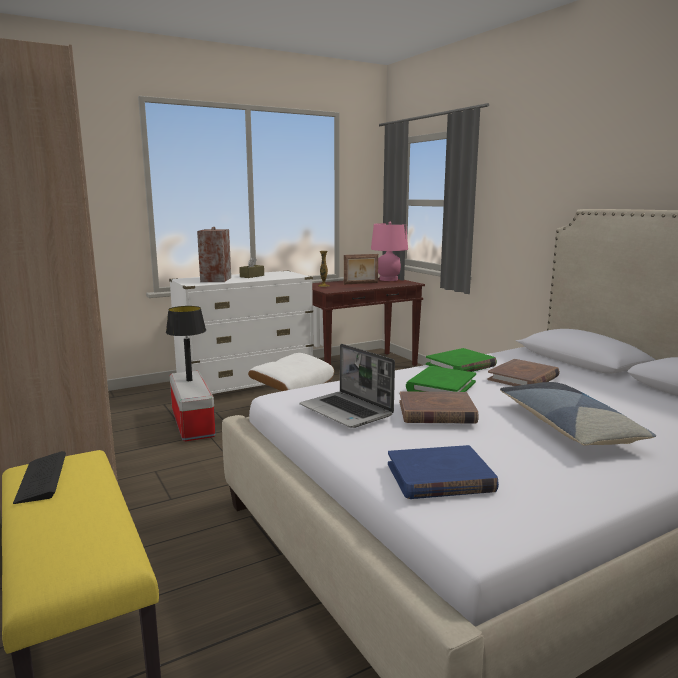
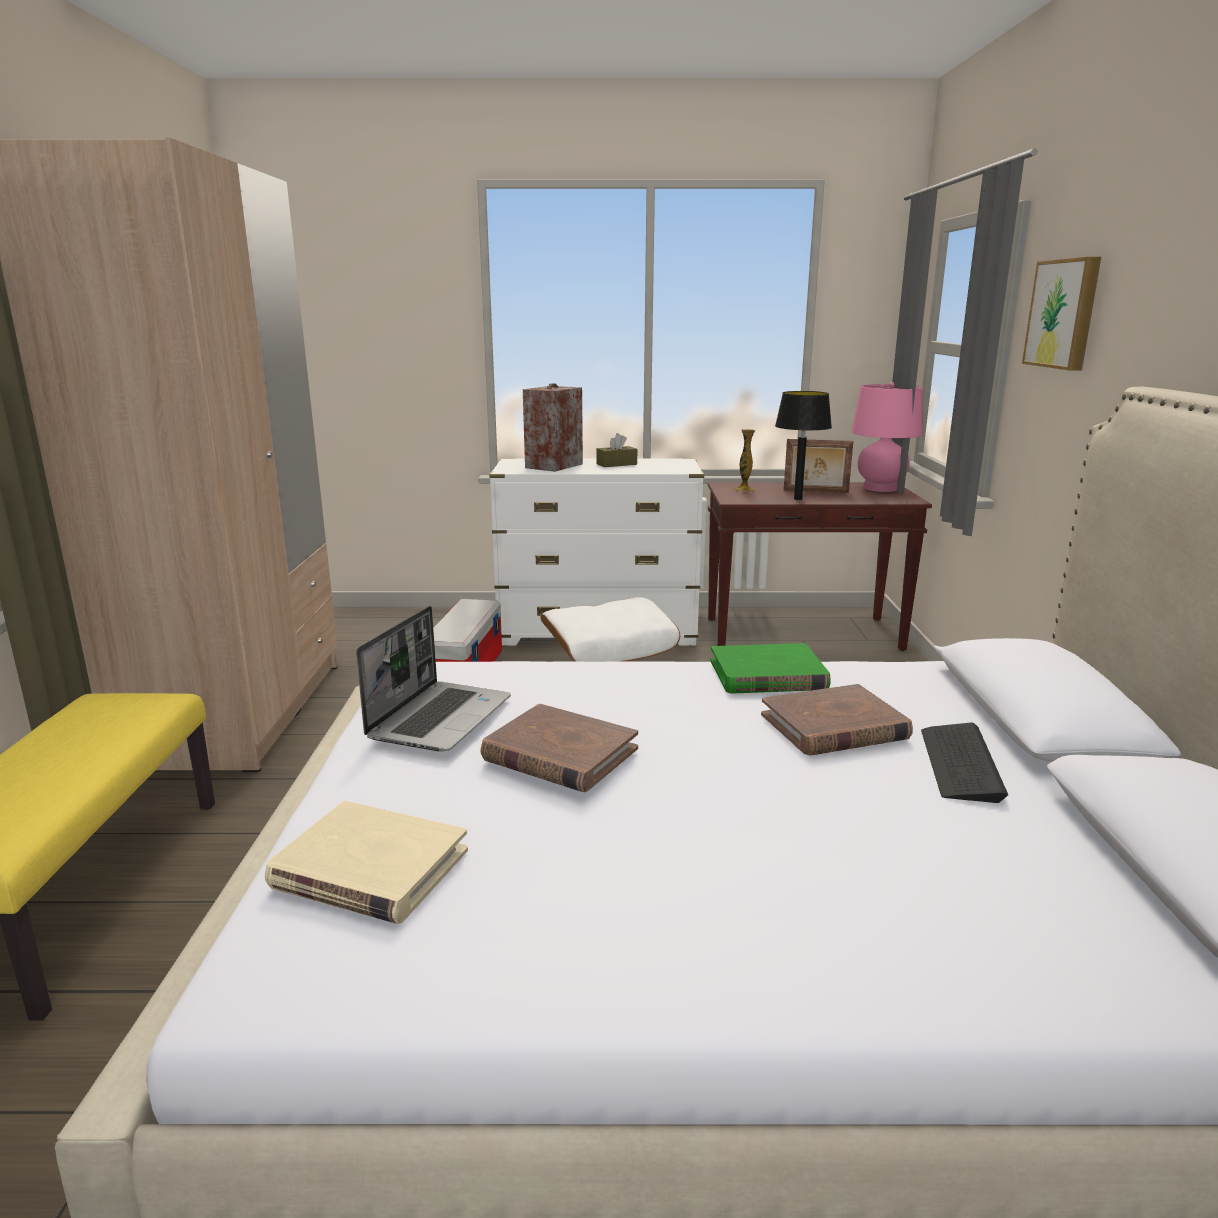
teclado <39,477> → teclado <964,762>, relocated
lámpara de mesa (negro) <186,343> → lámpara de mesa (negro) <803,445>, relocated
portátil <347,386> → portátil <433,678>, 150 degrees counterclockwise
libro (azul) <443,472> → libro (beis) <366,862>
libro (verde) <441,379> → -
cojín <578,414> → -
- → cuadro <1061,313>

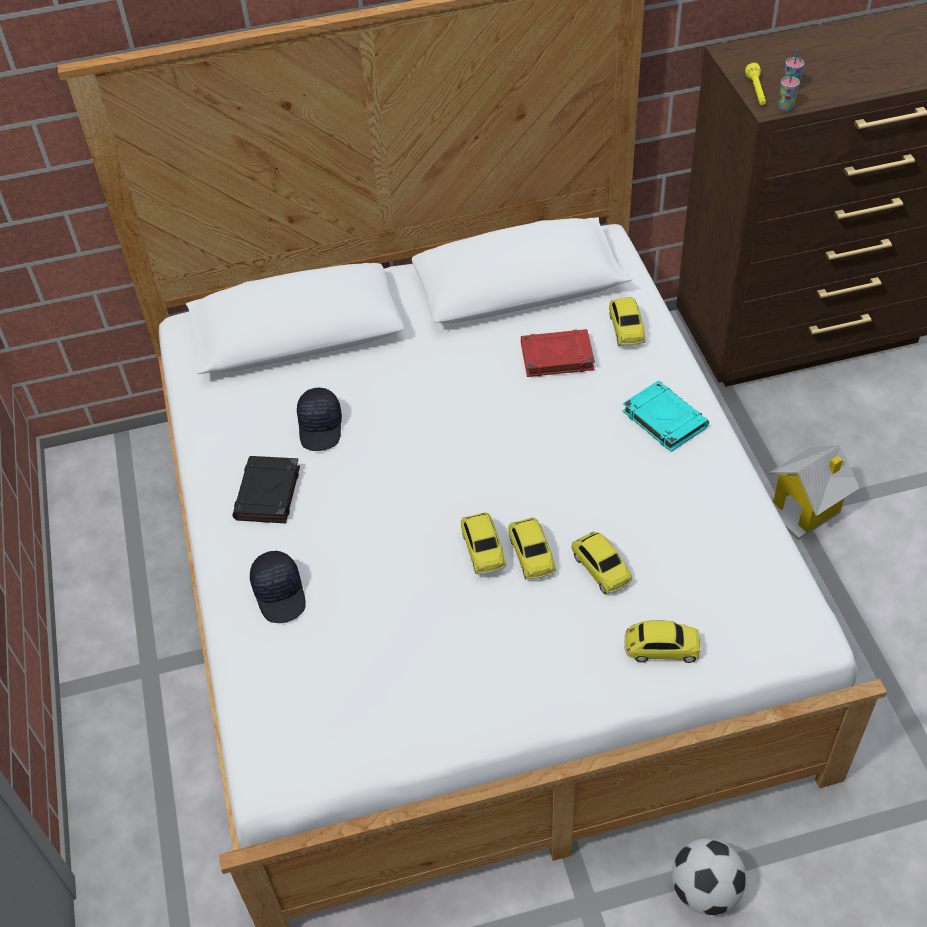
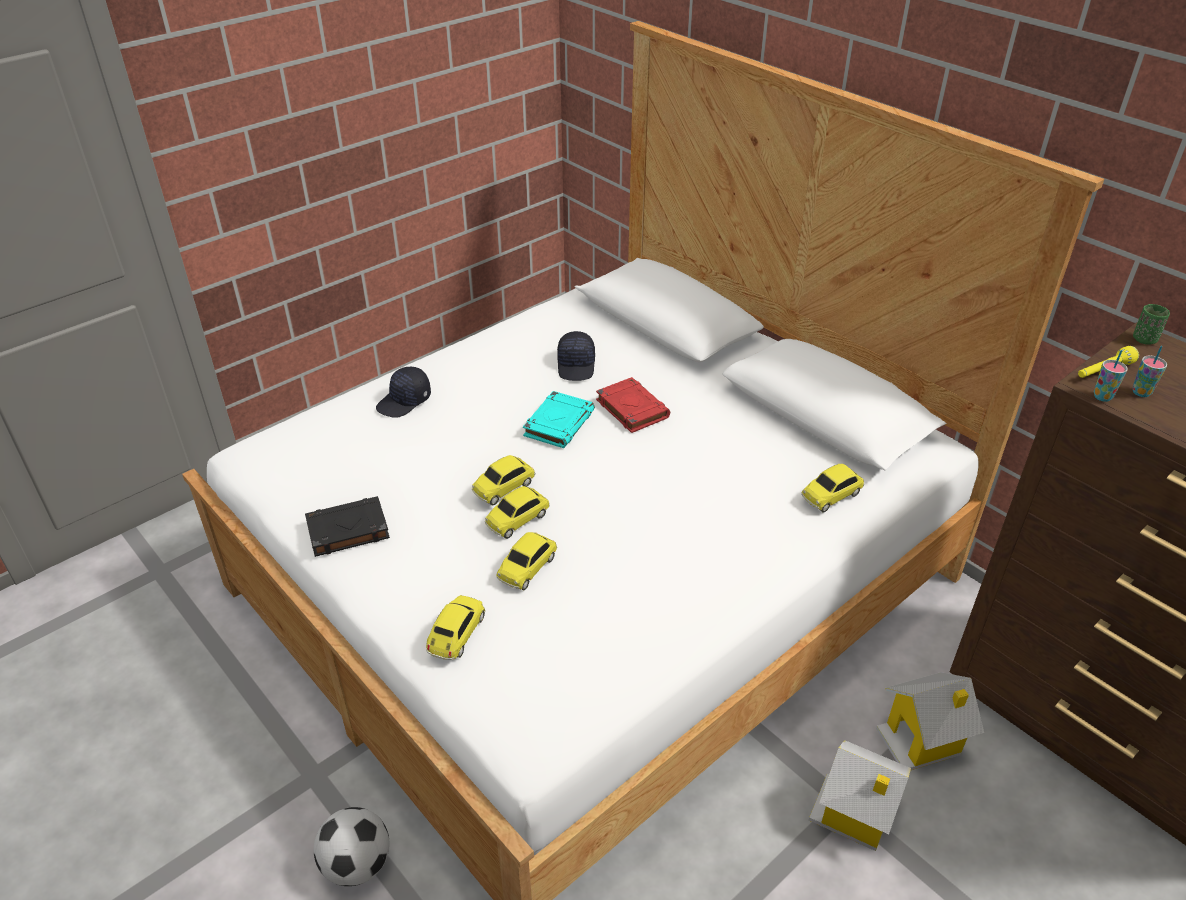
libro (negro) <266,489> → libro (negro) <347,526>, relocated
gorra (negro) <319,419> → gorra (negro) <576,356>, 60 degrees counterclockwise
libro (rojo) <558,353> → libro (rojo) <633,405>, relocated
libro (turquesa) <665,416> → libro (turquesa) <559,419>, relocated
coche de juguete <662,641> → coche de juguete <455,627>, 135 degrees counterclockwise
- → casita <930,721>
- → taza (verde) <1151,324>

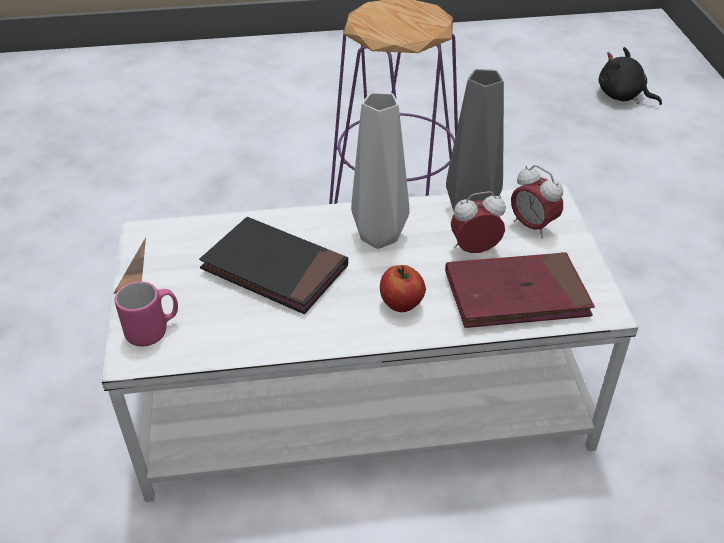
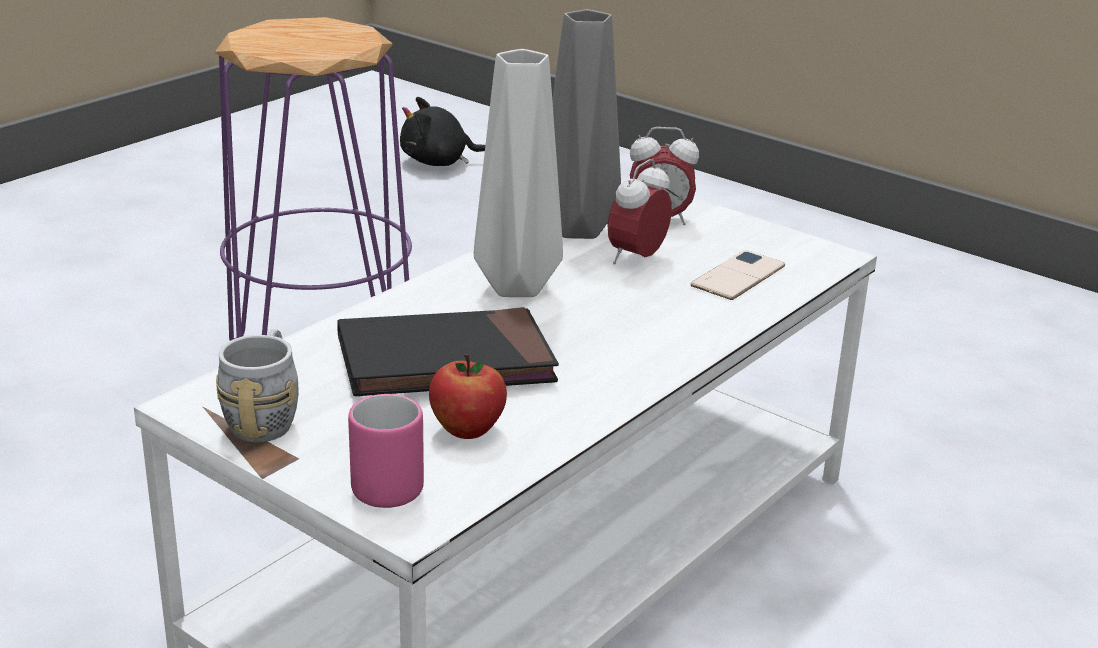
manzana <403,288> → manzana <468,396>, relocated
libro (rojo) <520,290> → móvil <738,275>
- → taza grande (gris) <257,385>

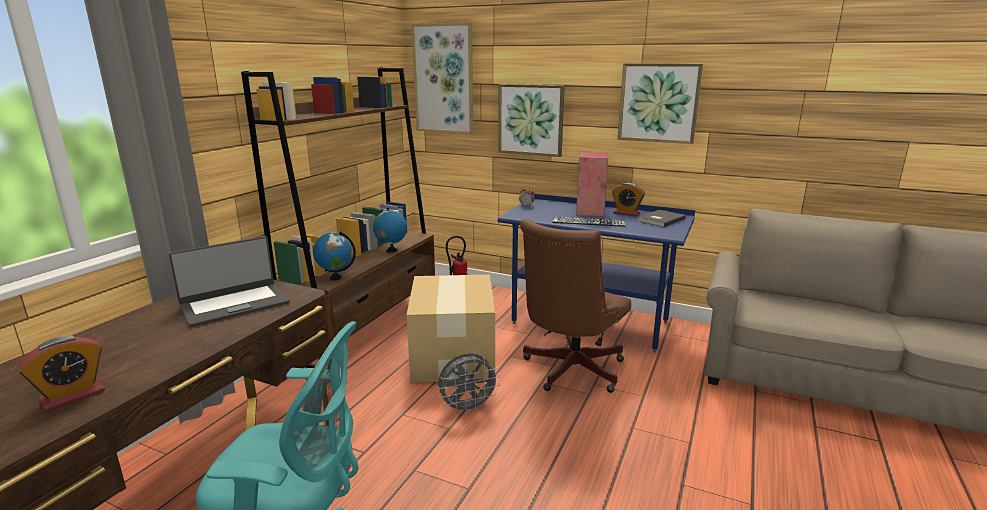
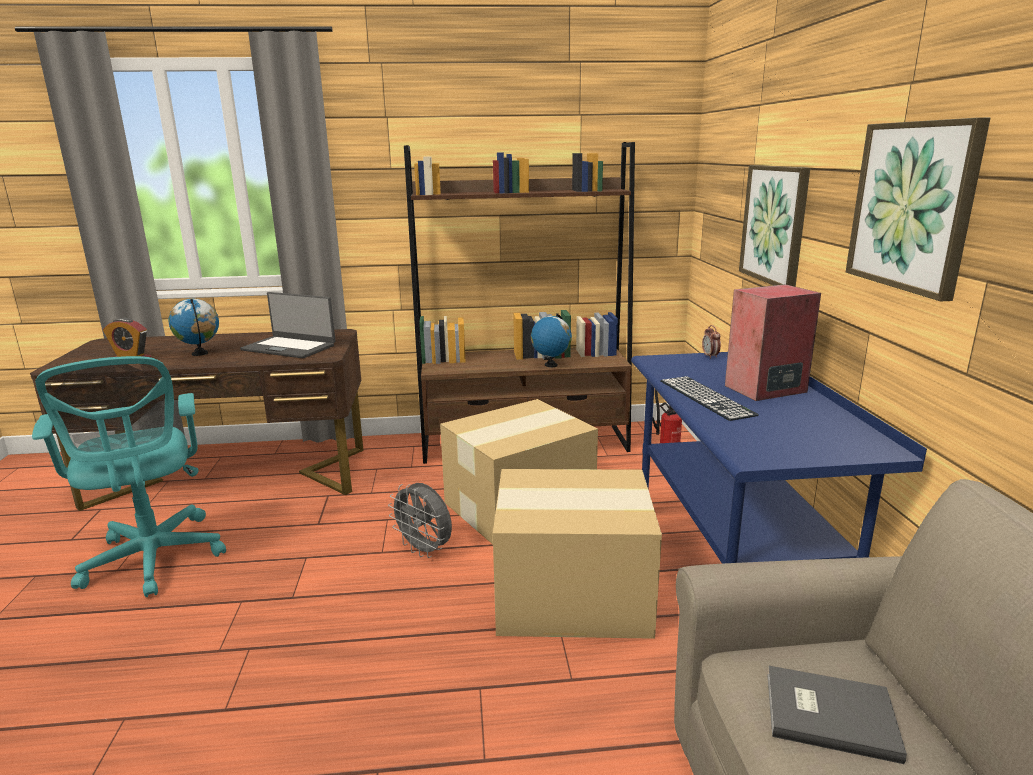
globo terráqueo <334,255> → globo terráqueo <194,327>, relocated
cuadro <443,78> → -
silla de oficina (marrón) <575,305> → caja de cartón <577,554>
despertador <628,199> → -
libro (gris) <662,218> → libro (gris) <837,715>, relocated

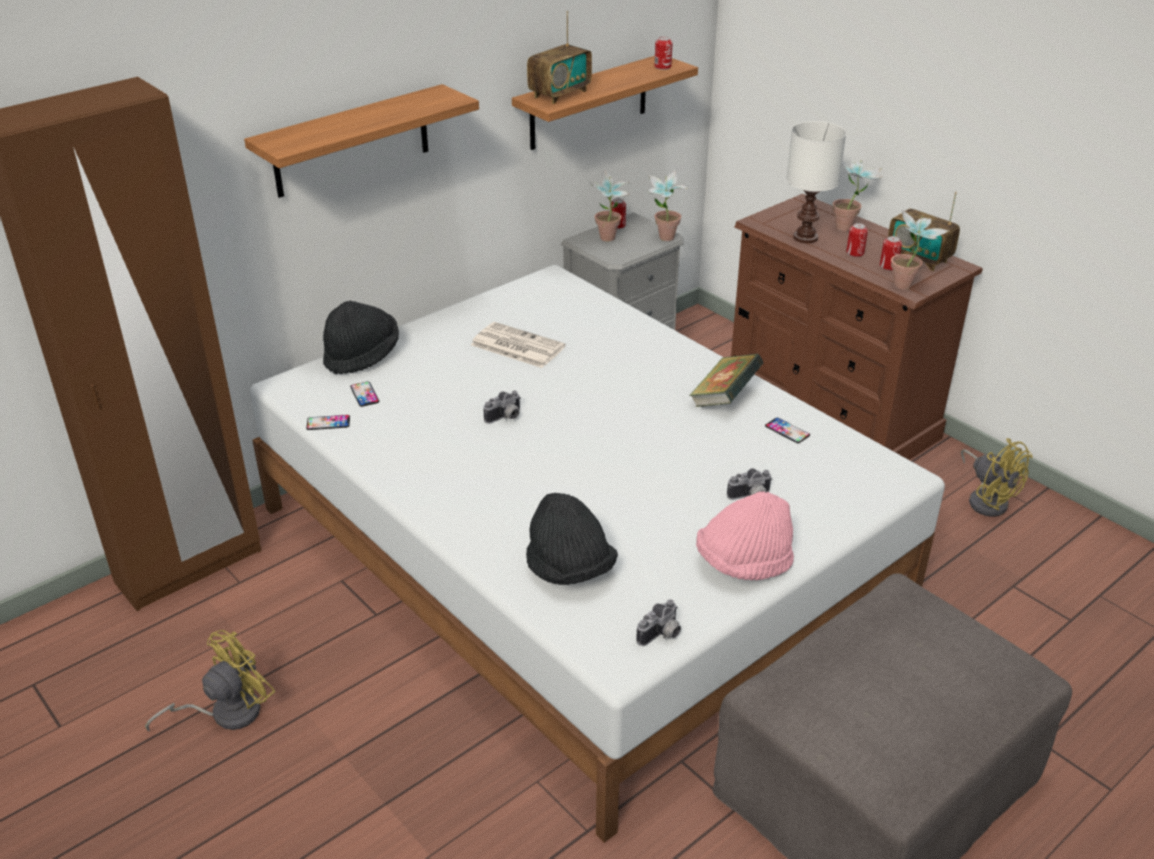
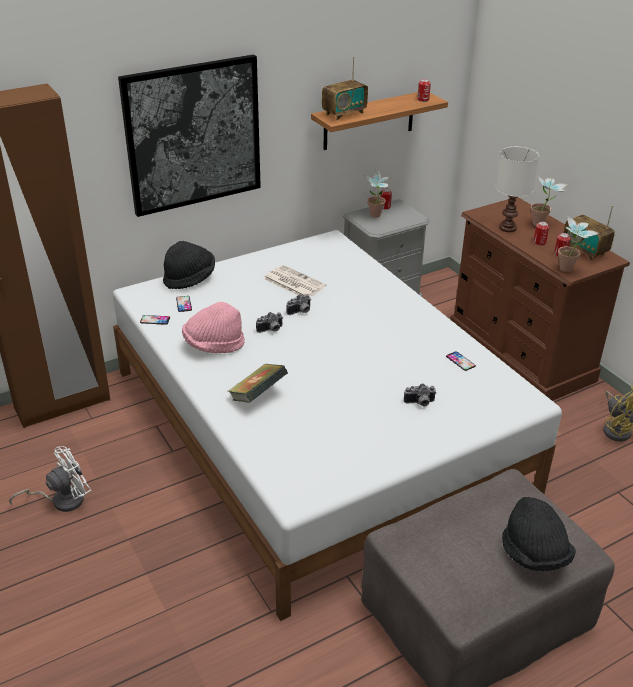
ventilador (amarillo) <210,681> → ventilador (blanco) <50,479>
estante <361,141> → cuadro <189,135>
sombrero (negro) <572,539> → sombrero (negro) <539,534>, relocated
cámara <658,622> → cámara <298,304>, relocated
planta en maceta <668,205> → -
libro <726,380> → libro <258,383>, relocated
sombrero (rosa) <745,535> → sombrero (rosa) <213,328>, relocated

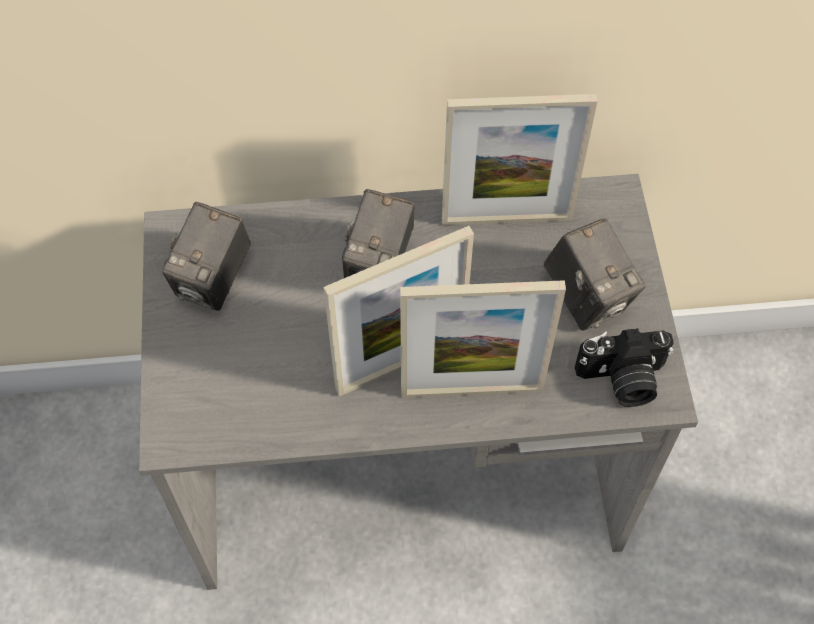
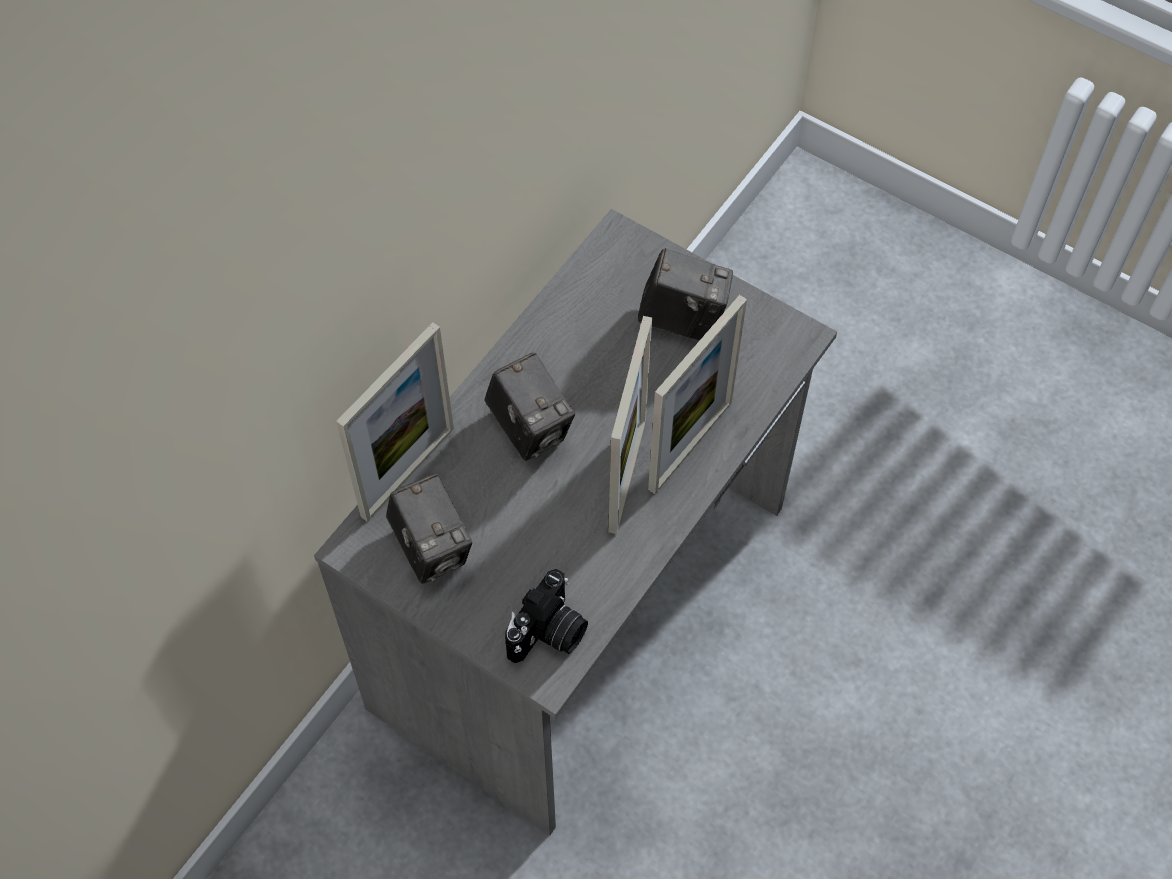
portarretratos <519,159> → portarretratos <395,422>, relocated
cámara <624,367> → cámara <546,616>, relocated

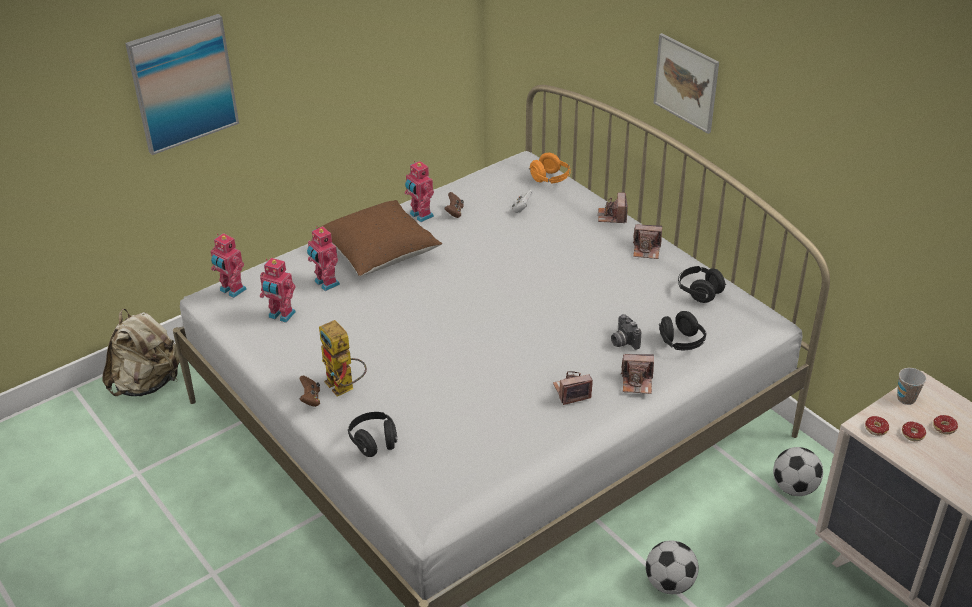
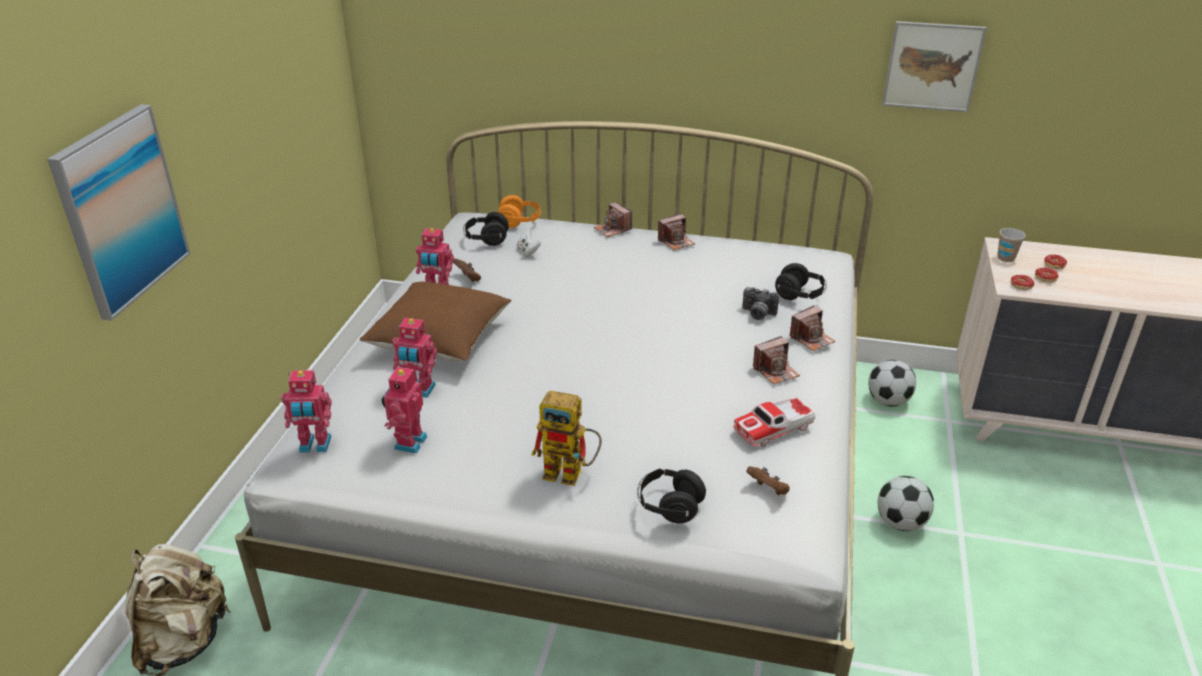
robot de juguete <278,290> → robot de juguete <405,408>, 120 degrees clockwise
mando de consola (marrón) <310,391> → mando de consola (marrón) <768,480>, relocated
cámara <573,388> → cámara <776,360>, 150 degrees counterclockwise
cuadro <686,83> → cuadro <934,66>, relocated
auriculares (negro) <702,284> → auriculares (negro) <486,229>, relocated
- → coche de juguete <774,422>

